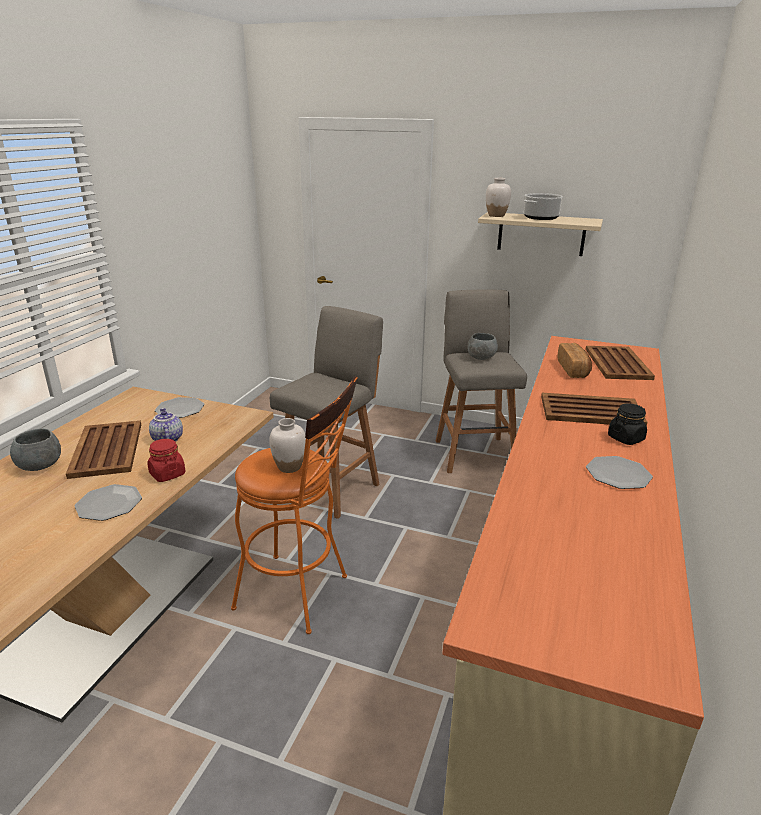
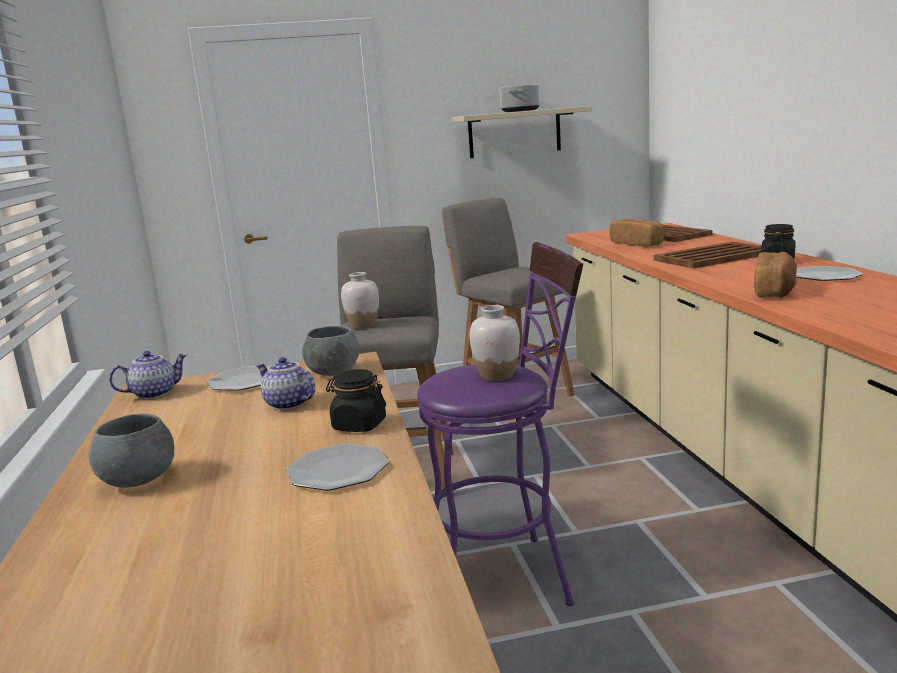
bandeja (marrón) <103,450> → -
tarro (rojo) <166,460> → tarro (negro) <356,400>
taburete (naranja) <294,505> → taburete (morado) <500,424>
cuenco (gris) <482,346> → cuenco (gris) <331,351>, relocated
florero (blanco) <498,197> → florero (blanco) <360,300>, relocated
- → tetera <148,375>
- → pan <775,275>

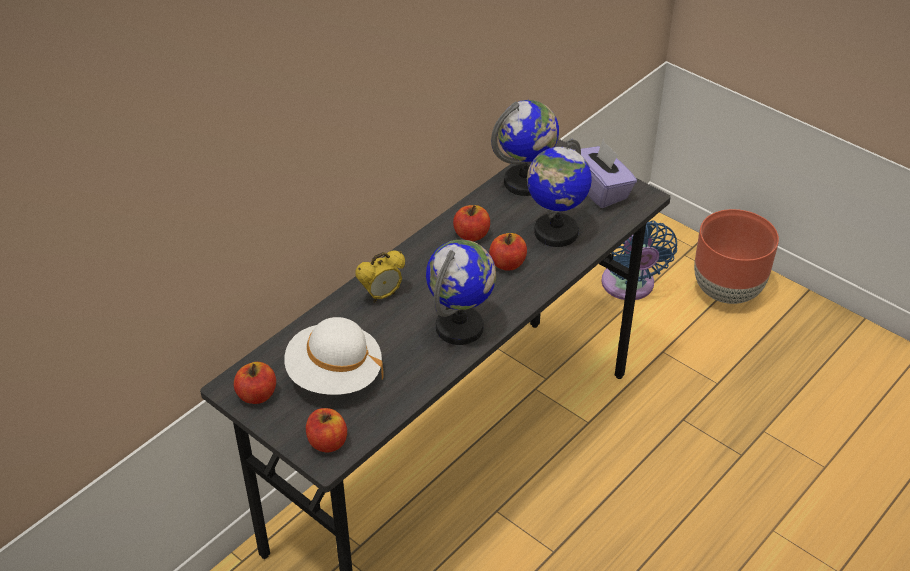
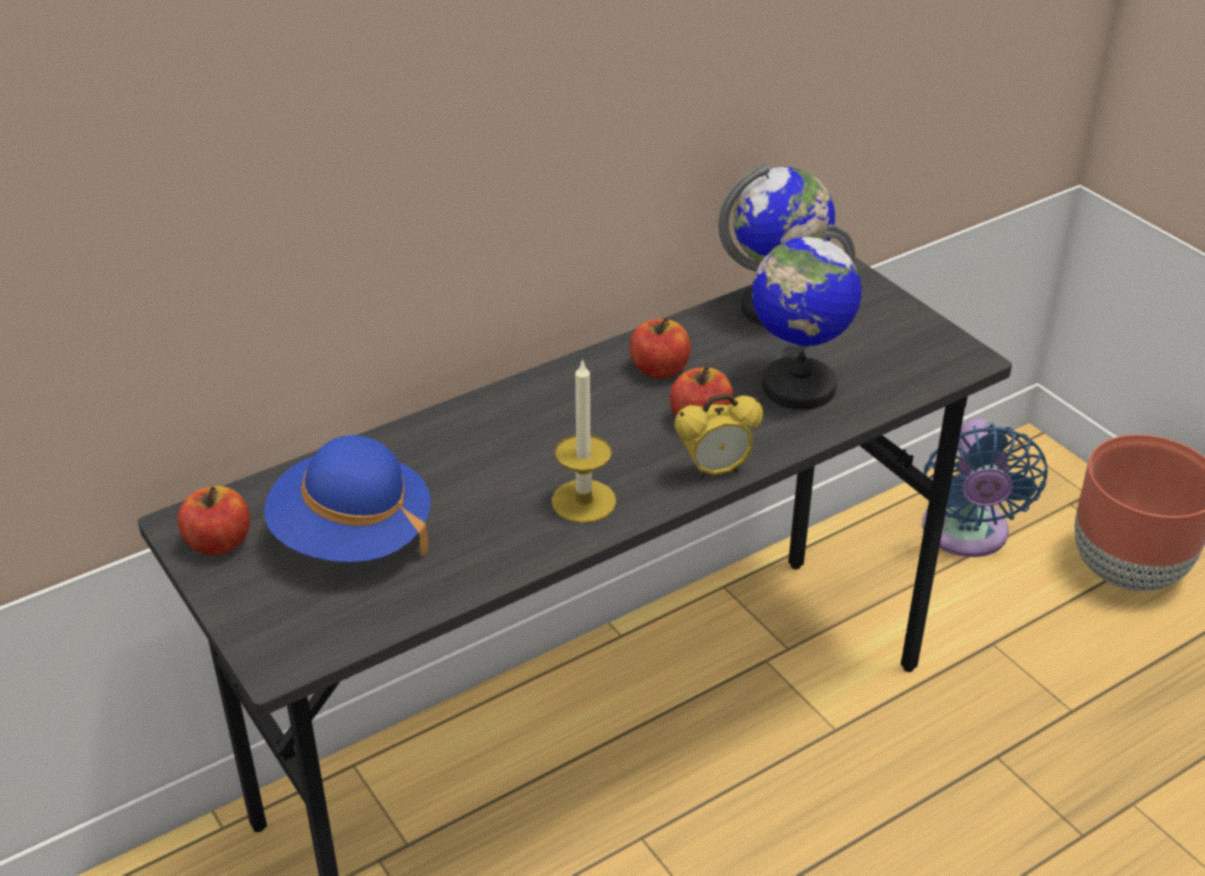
sombrero (blanco) <334,356> → sombrero (azul) <347,498>
manzana <326,430> → -
despertador <380,277> → despertador <718,436>, relocated
globo terráqueo <461,292> → vela <583,440>
caja de pañuelos (morado) <606,174> → -

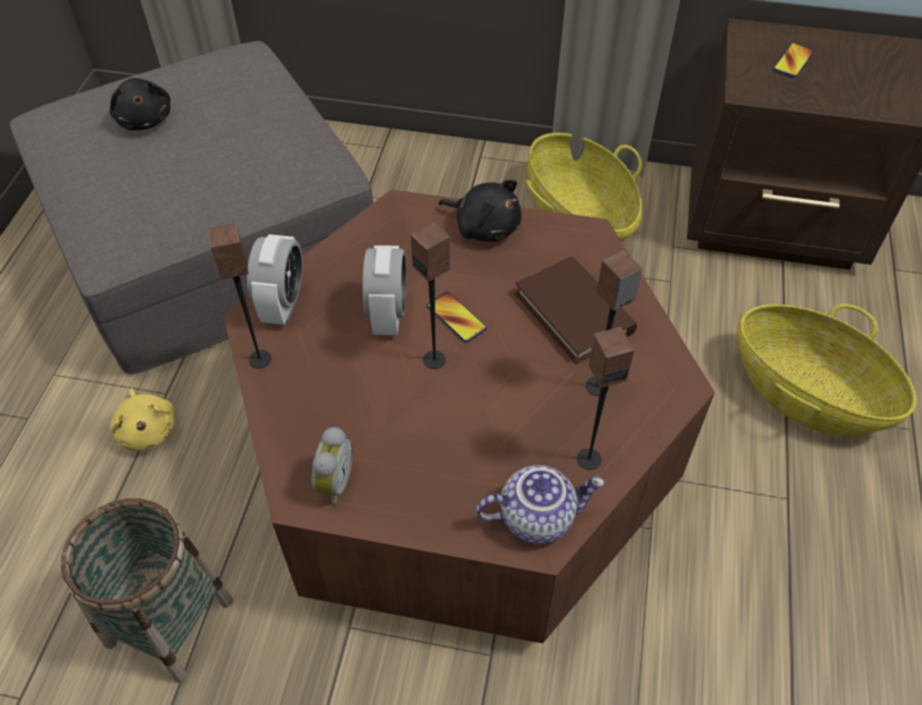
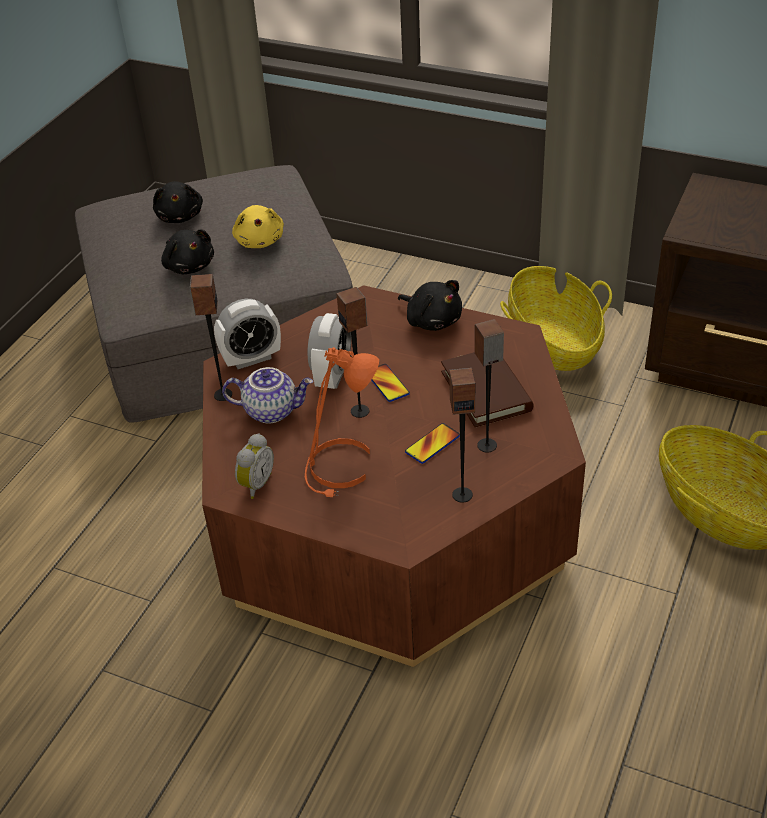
cesta <147,590> → -
peluche (amarillo) <142,419> → peluche (amarillo) <258,226>, relocated
despertador <275,279> → despertador <247,334>, 45 degrees clockwise
tetera <540,504> → tetera <267,395>, relocated
móvil <794,60> → móvil <432,443>, relocated
- → peluche (negro) <187,251>
- → lámpara de mesa (naranja) <342,422>

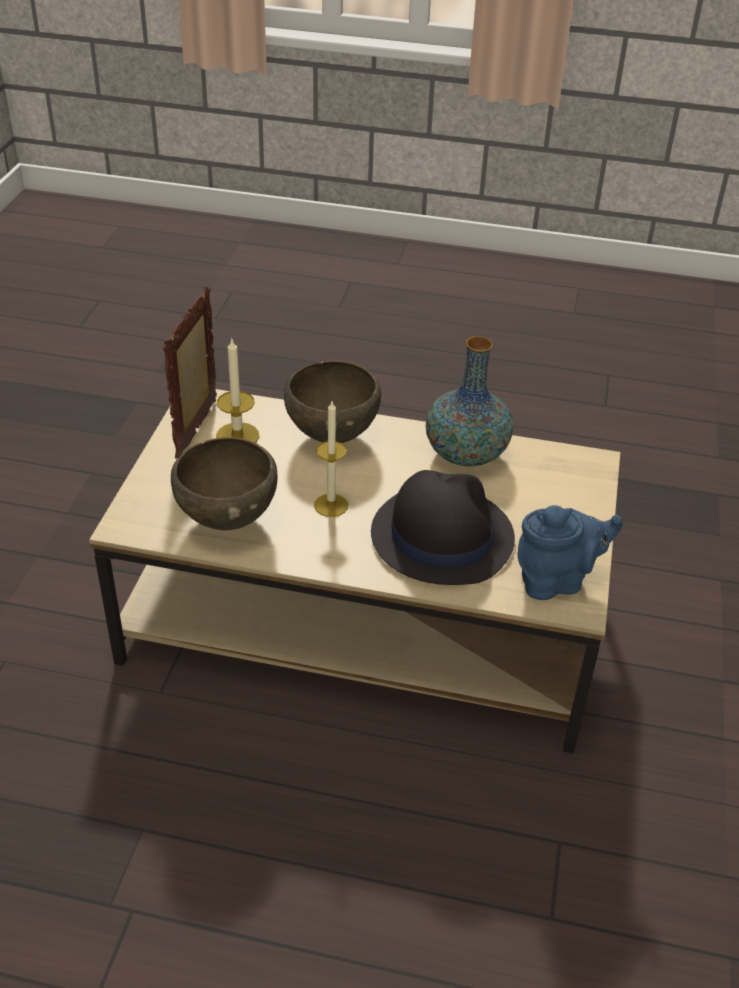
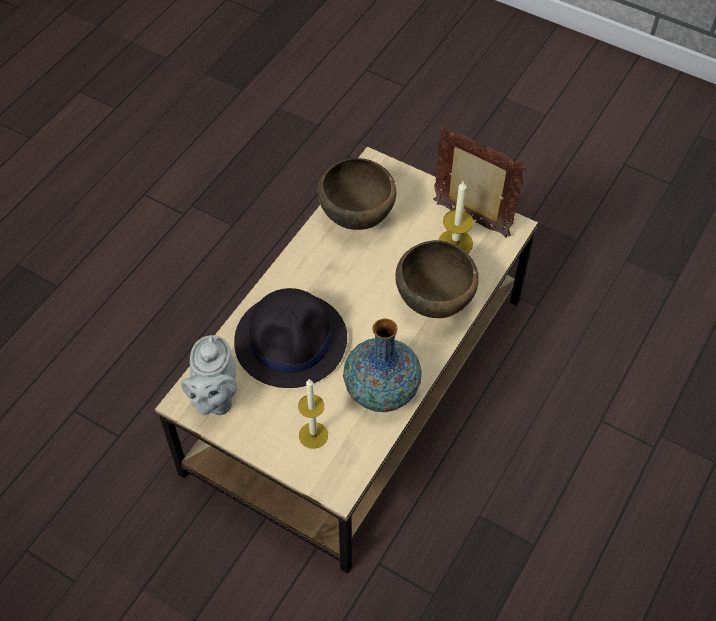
vela <331,459> → vela <313,413>, relocated
tetera (azul) <569,552> → tetera (gris) <209,375>

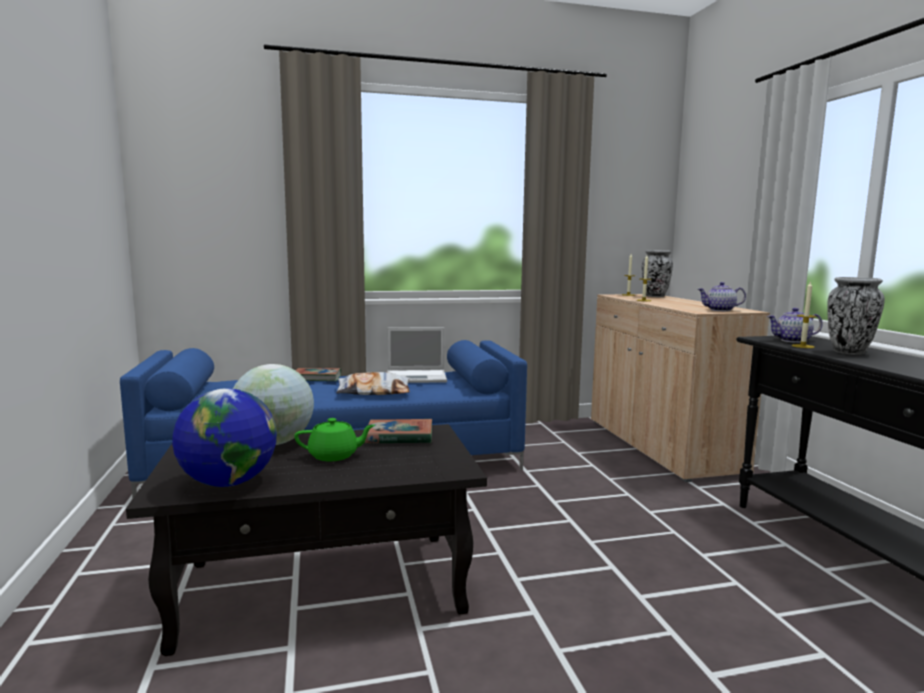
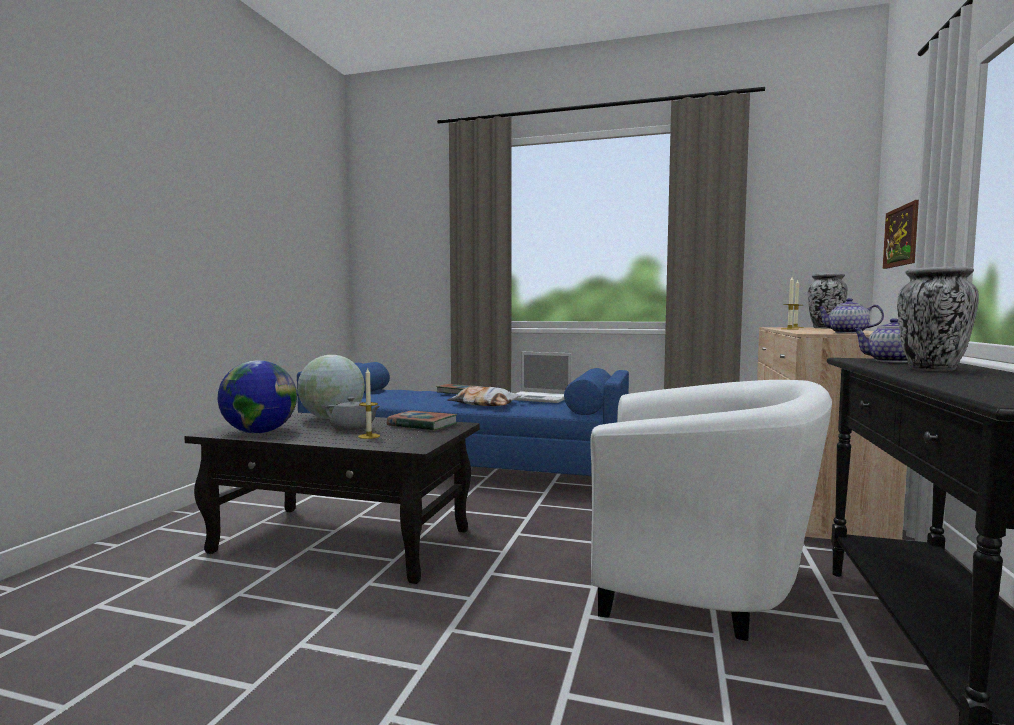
tetera (verde) <334,439> → tetera (gris) <352,414>
vela <804,314> → vela <369,403>, relocated
- → sillón (blanco) <711,510>
- → cuadro <901,234>

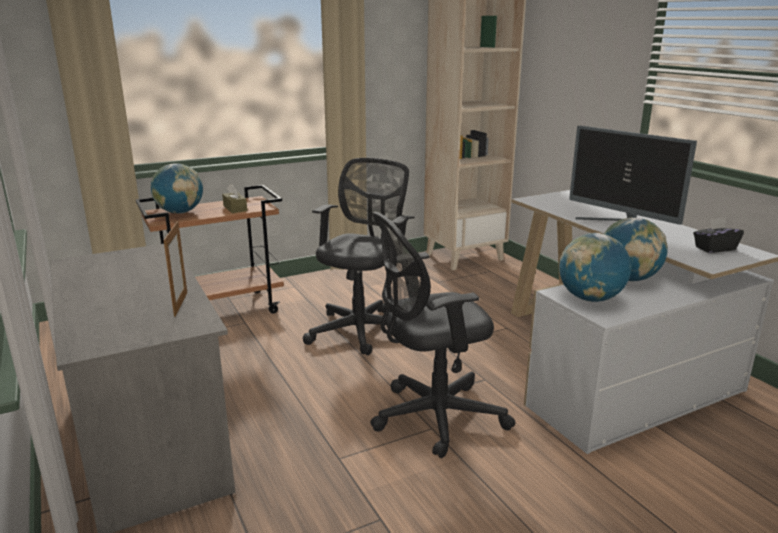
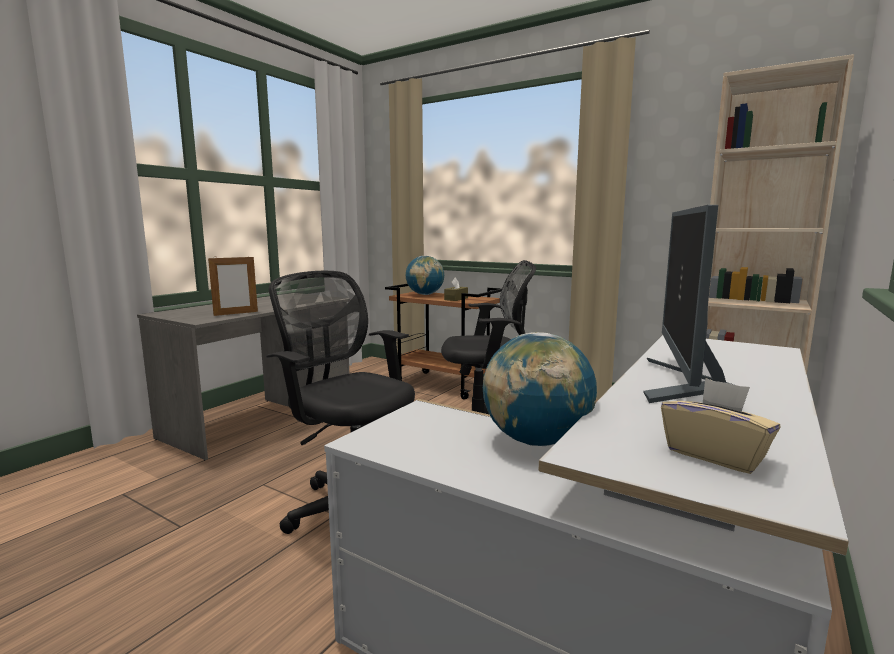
globo terráqueo <595,267> → -
caja de pañuelos (negro) <718,235> → caja de pañuelos (beis) <721,426>

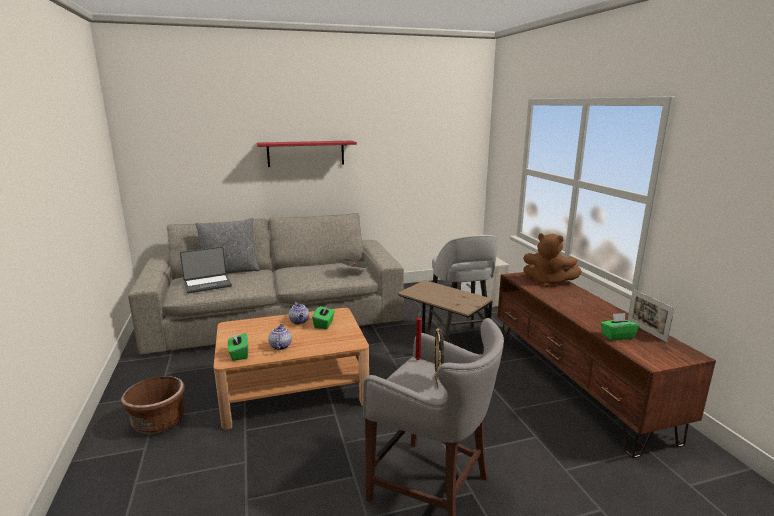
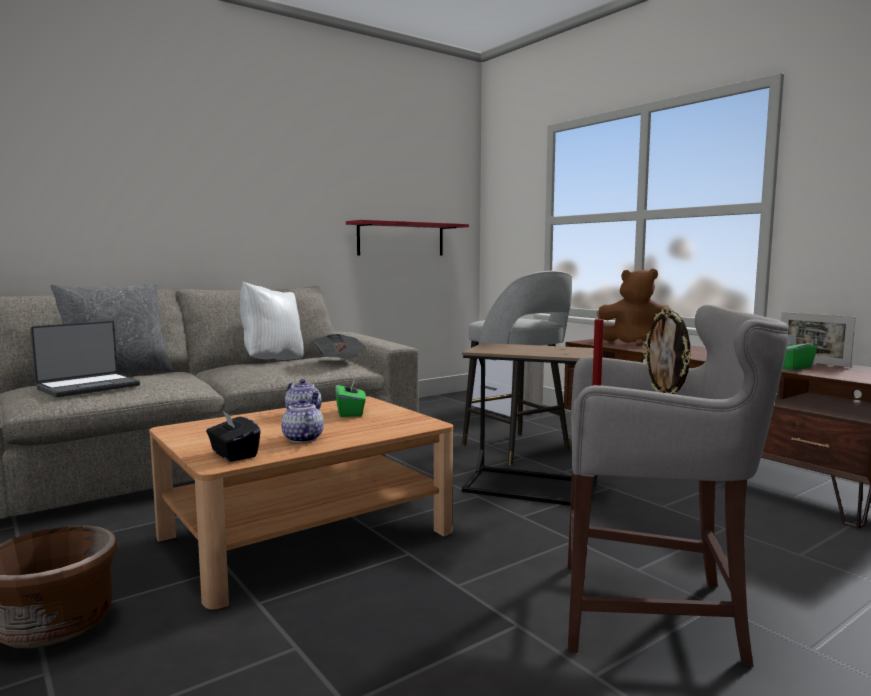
caja de pañuelos (verde) <238,346> → caja de pañuelos (negro) <233,436>
estante (rojo) <307,154> → estante (rojo) <407,238>, relocated
- → cojín (blanco) <272,321>

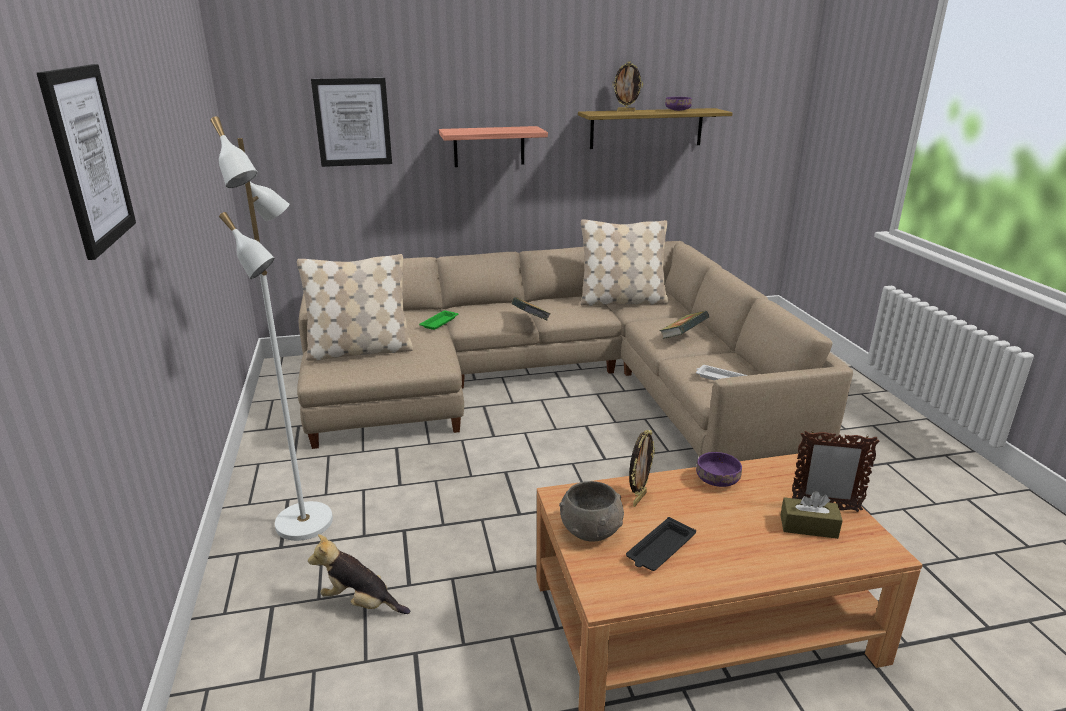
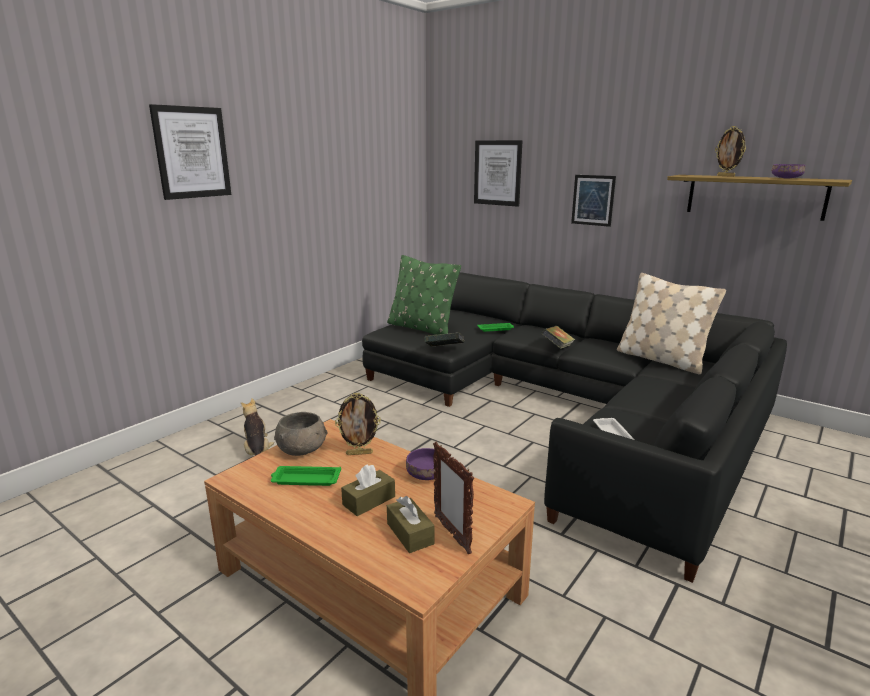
lámpara de pie (blanco) <271,328> → -
sofá (beis) <575,351> → sofá (negro) <574,427>
cojín (beis) <355,307> → cojín (verde) <424,295>
estante <493,146> → cuadro <593,201>
bandeja (negro) <661,544> → bandeja (verde) <306,476>
libro <684,325> → libro <444,340>, relocated
- → caja de pañuelos (marrón) <368,490>

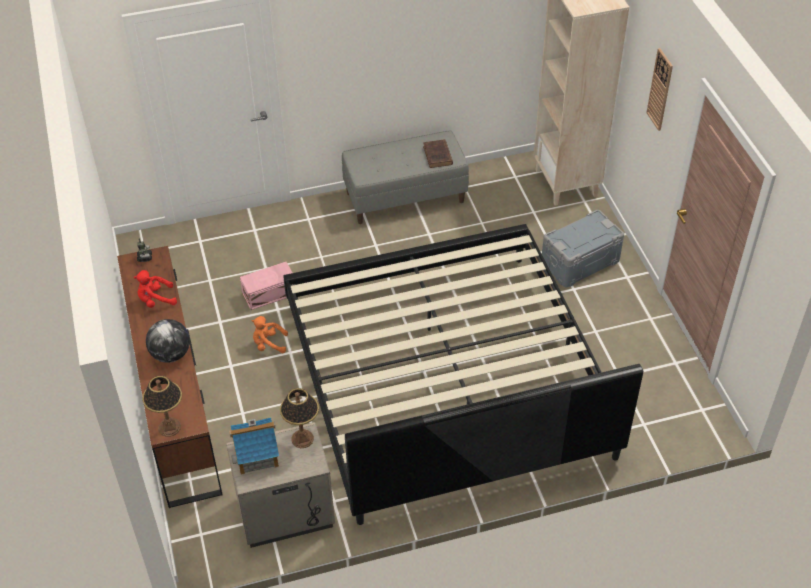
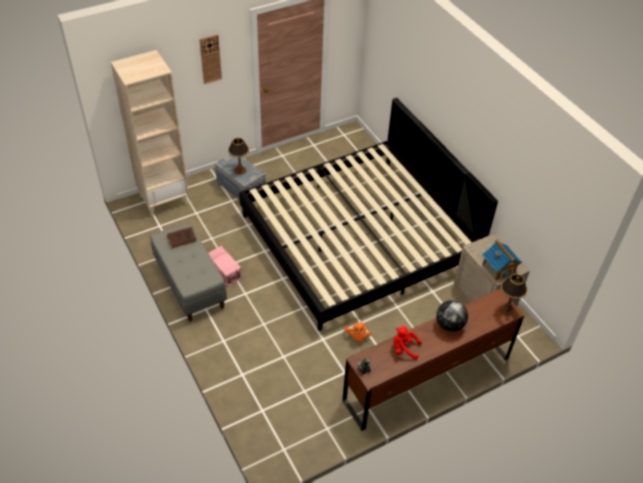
peluche (rojo) <155,289> → peluche (rojo) <407,343>, 135 degrees clockwise
caja de almacenaje (rosa) <266,286> → caja de almacenaje (rosa) <225,266>, relocated
lámpara de mesa <299,418> → lámpara de mesa <238,156>, relocated

